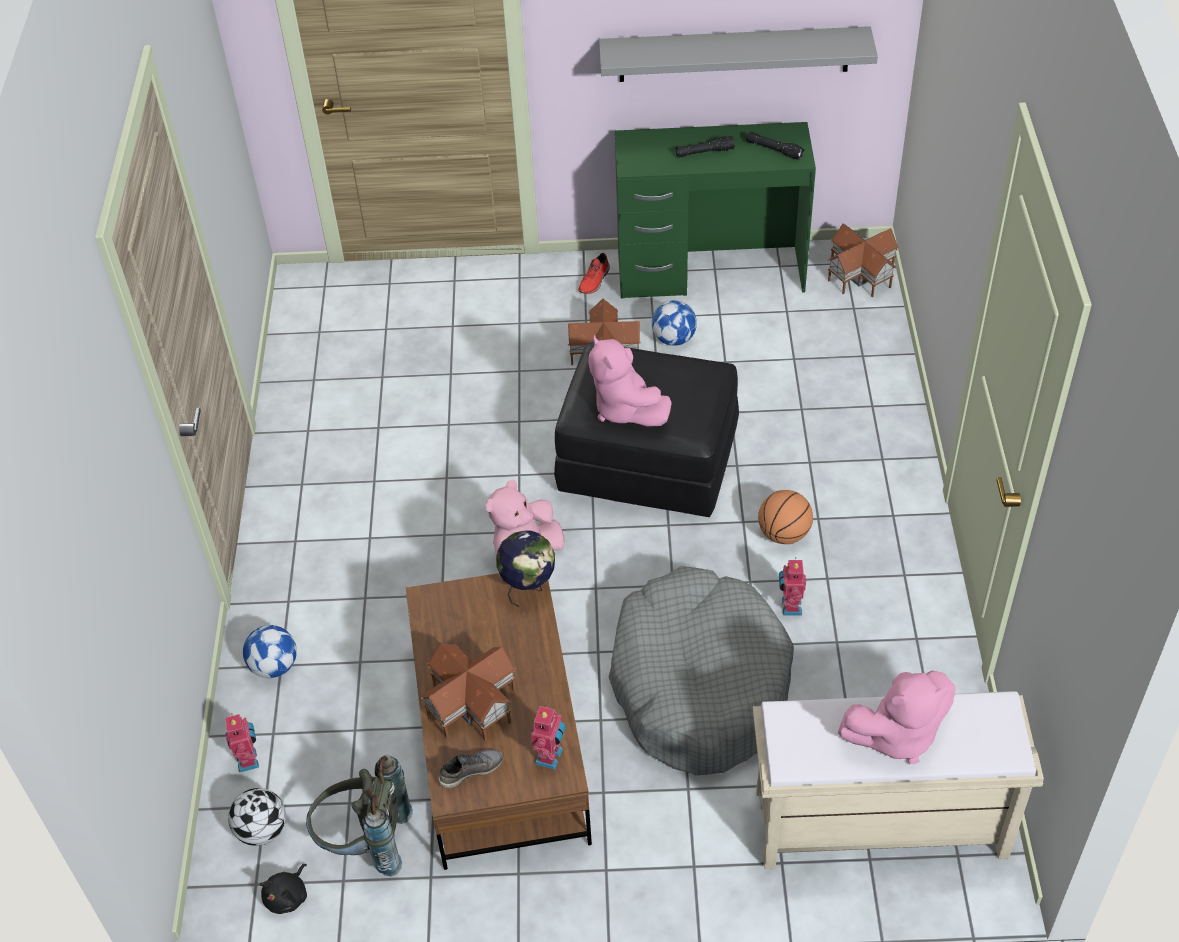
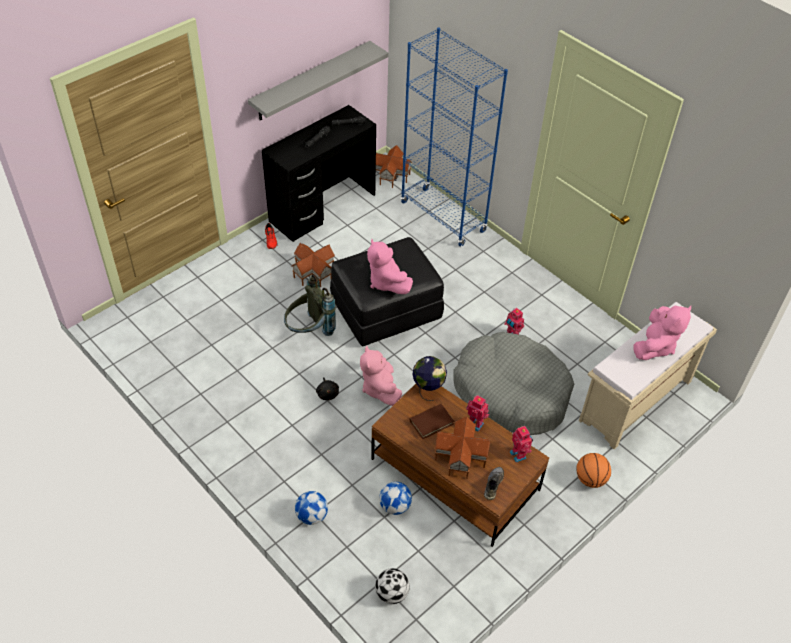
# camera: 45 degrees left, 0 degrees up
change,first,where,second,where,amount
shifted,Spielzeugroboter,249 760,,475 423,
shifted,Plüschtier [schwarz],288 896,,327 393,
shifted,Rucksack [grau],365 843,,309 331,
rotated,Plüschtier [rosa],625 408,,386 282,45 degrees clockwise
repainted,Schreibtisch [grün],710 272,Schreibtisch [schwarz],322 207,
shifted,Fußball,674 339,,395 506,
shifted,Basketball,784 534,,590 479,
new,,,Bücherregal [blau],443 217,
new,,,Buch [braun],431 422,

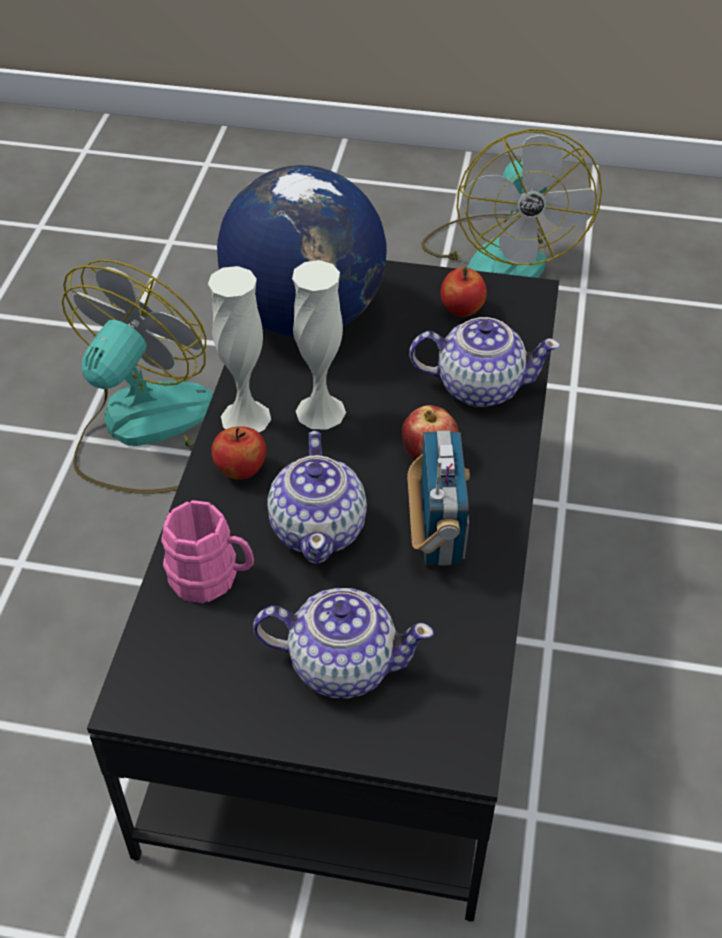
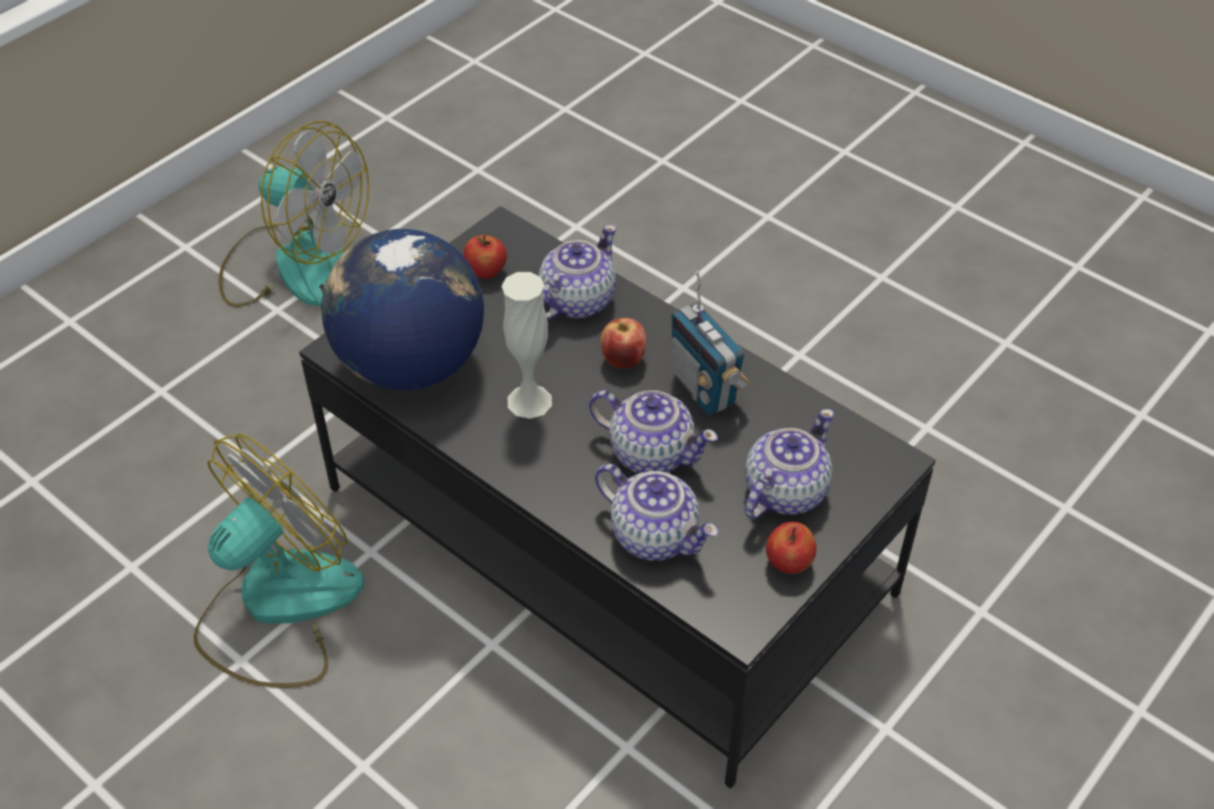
# camera: 60 degrees left, 0 degrees up
change,first,where,second,where,amount
rotated,Ventilator,142 431,,277 606,75 degrees clockwise
swapped,Henkelbecher [rosa],212 579,Teekanne,655 535,
gone,Vase [weiß],246 417,,,
shifted,Apfel,241 470,,788 563,
rotated,Radio,438 535,,704 390,150 degrees counterclockwise

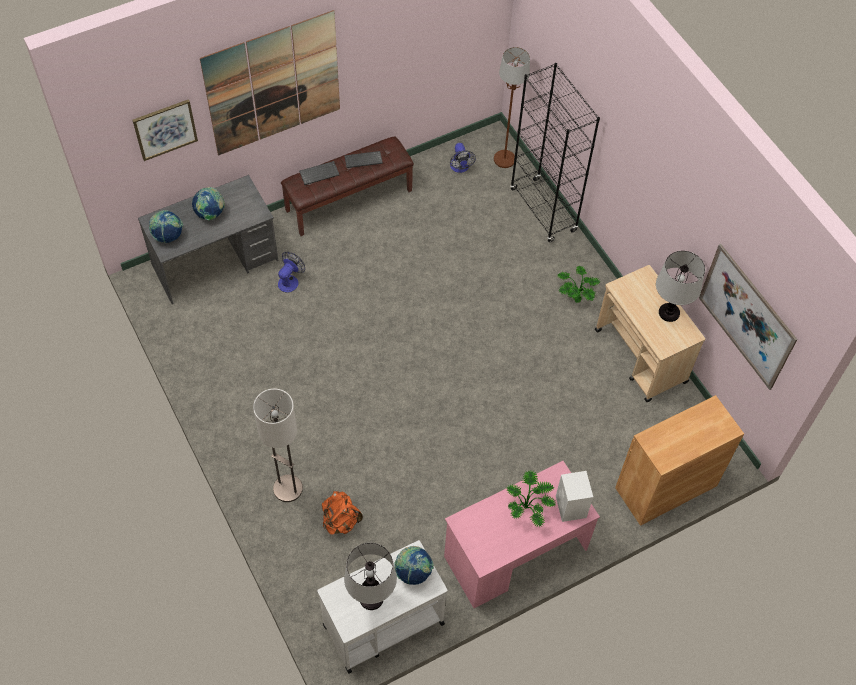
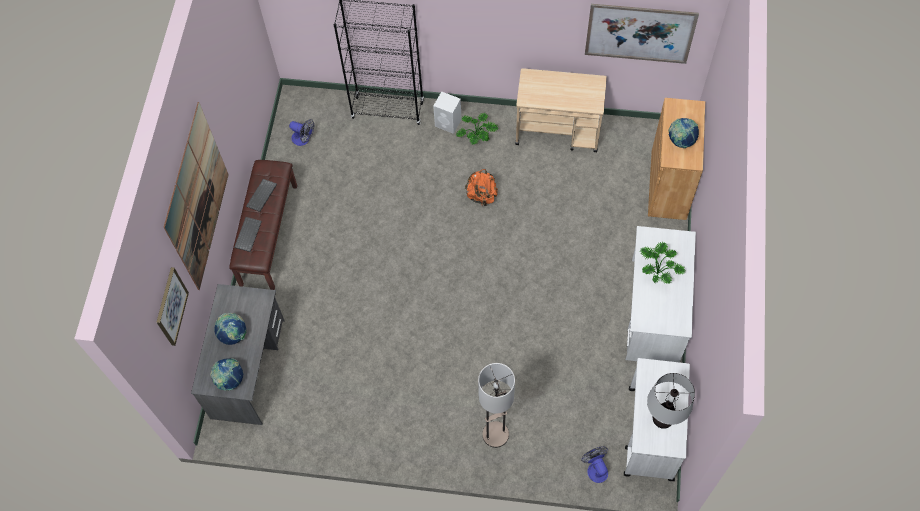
# camera: 50 degrees left, 5 degrees up
change,first,where,second,where,amount
shifted,Ventilator,290 280,,595 468,
shifted,Rucksack [orange],340 520,,482 195,
shifted,Globus,413 572,,681 141,
repainted,Schreibtisch [rosa],515 553,Schreibtisch [weiß],654 311,
gone,Stehlampe [braun],504 159,,,
shifted,Lautsprecher [weiß],571 507,,448 123,
gone,Tischlampe,669 312,,,

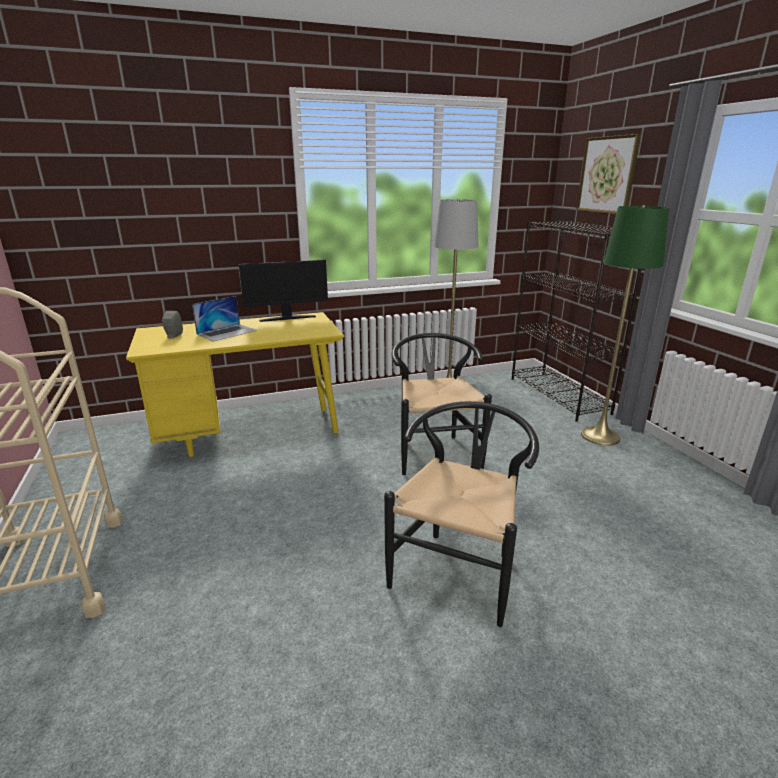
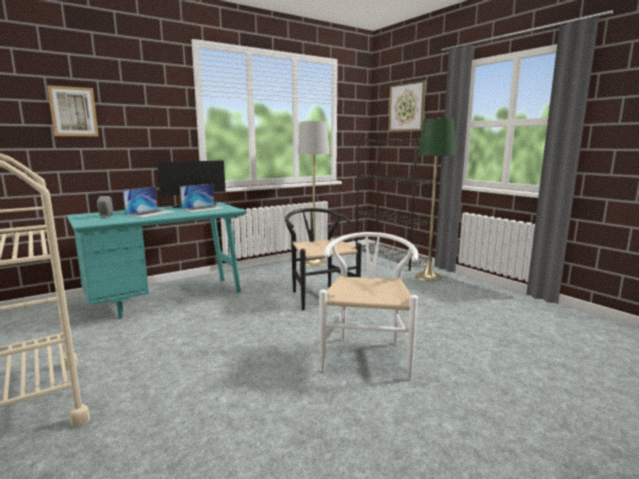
# camera: 15 degrees left, 10 degrees down
change,first,where,second,where,amount
repainted,Schreibtisch [gelb],250 433,Schreibtisch [türkis],167 298,
repainted,Stuhl [schwarz],459 567,Stuhl [weiß],367 353,
new,,,Bild,73 112,
new,,,Laptop,204 208,

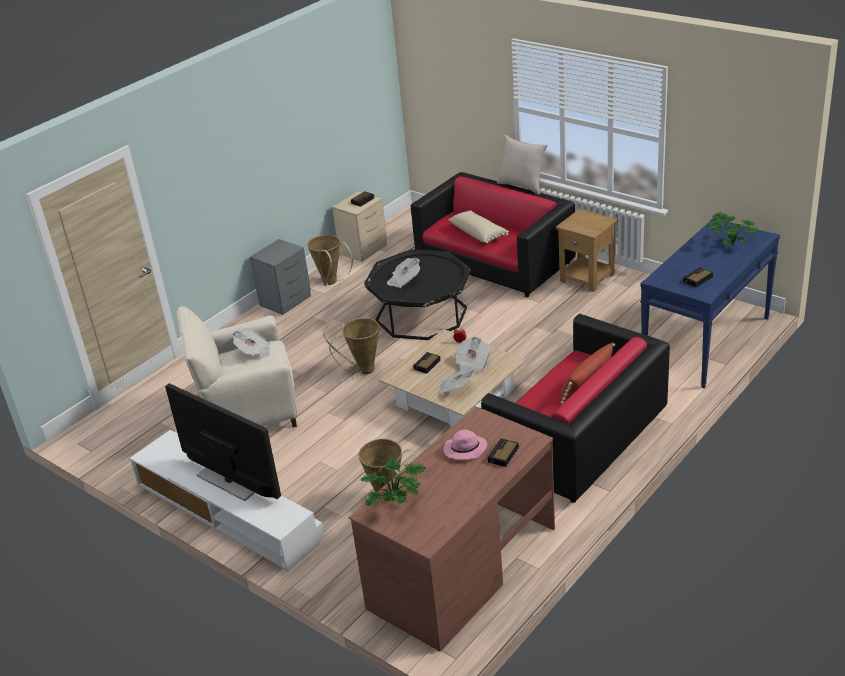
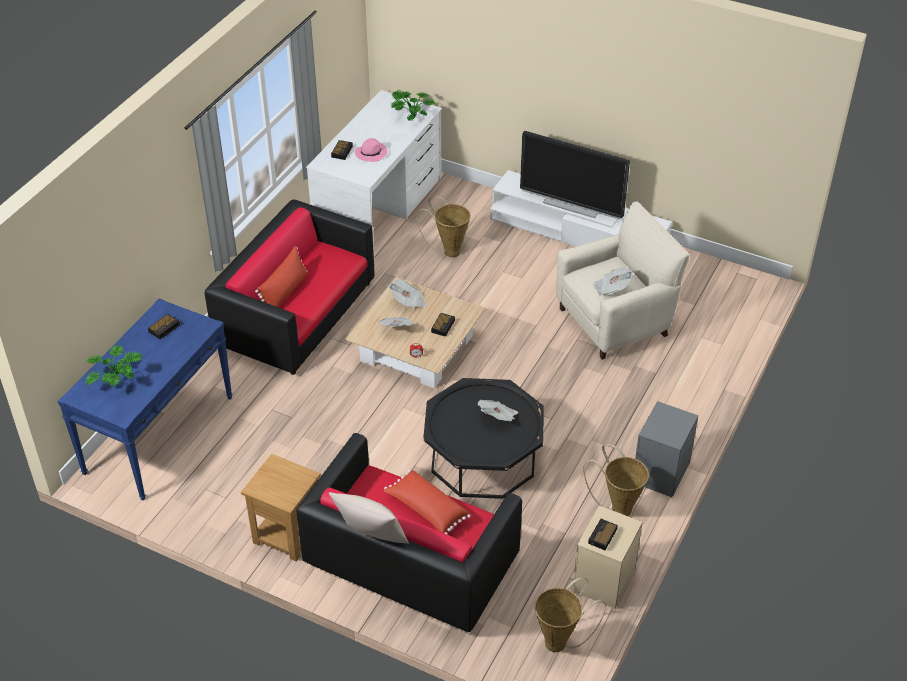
# camera: 165 degrees right, 10 degrees up
change,first,where,second,where,amount
shifted,Korb,362 370,,560 641,
repainted,Schreibtisch [braun],462 567,Schreibtisch [weiß],379 208,
repainted,Kissen [beige],479 233,Kissen [rot],426 509,

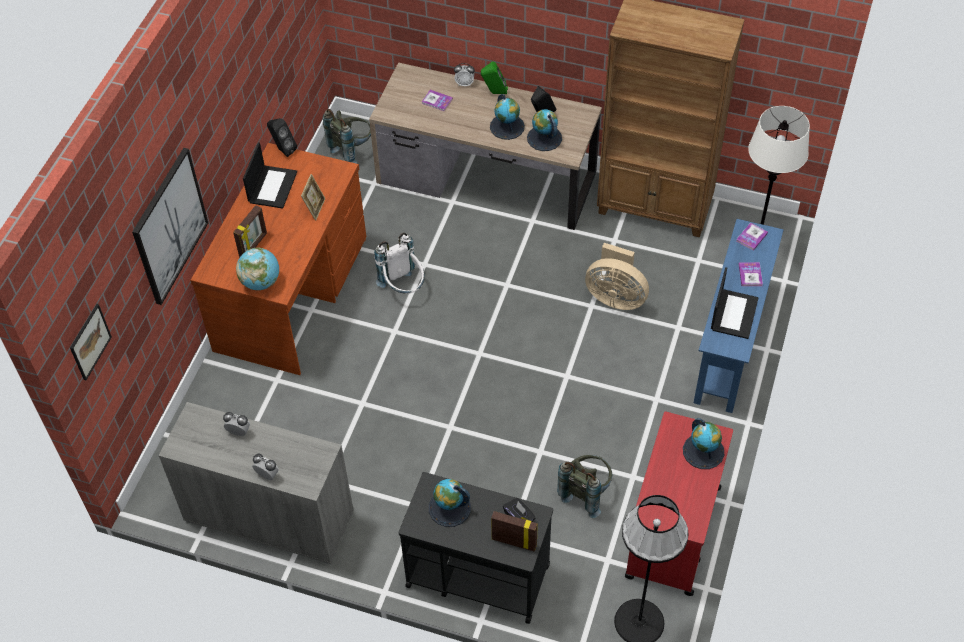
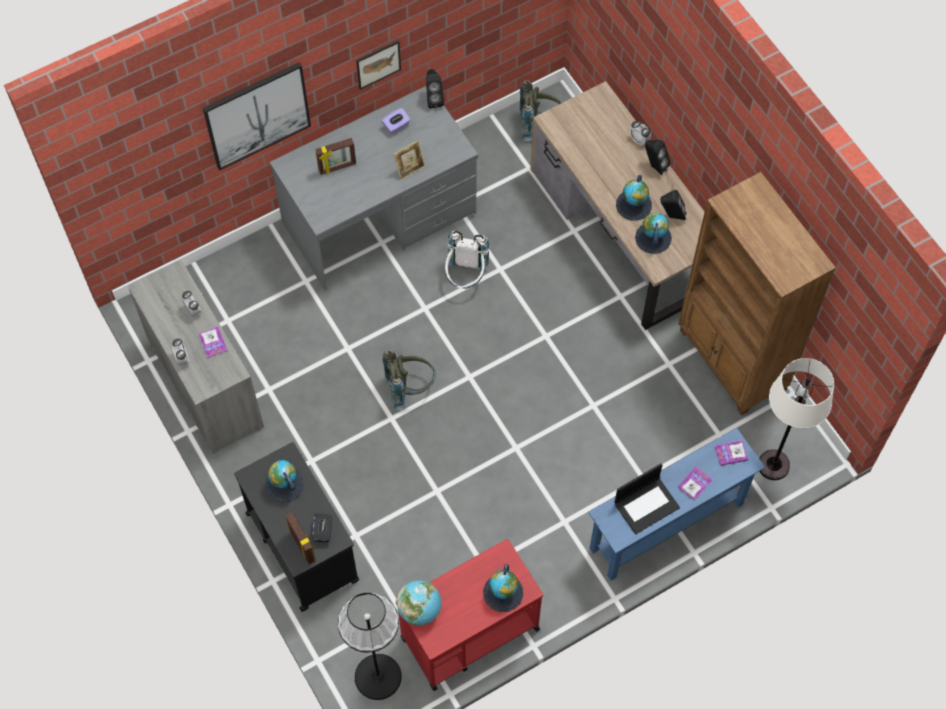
# camera: 40 degrees right, 10 degrees up
change,first,where,second,where,amount
shifted,Bild,90 342,,378 64,
repainted,Schreibtisch [braun],292 294,Schreibtisch [grau],380 218,
shifted,Globus,261 282,,420 609,
swapped,Laptop,272 186,Taschentuchbox [lila],396 126,
shifted,Buch,437 101,,213 342,
repainted,Lautsprecher [grün],494 93,Lautsprecher [schwarz],654 166,
shifted,Rucksack [grau],586 492,,410 387,
gone,Ventilator [beige],615 297,,,

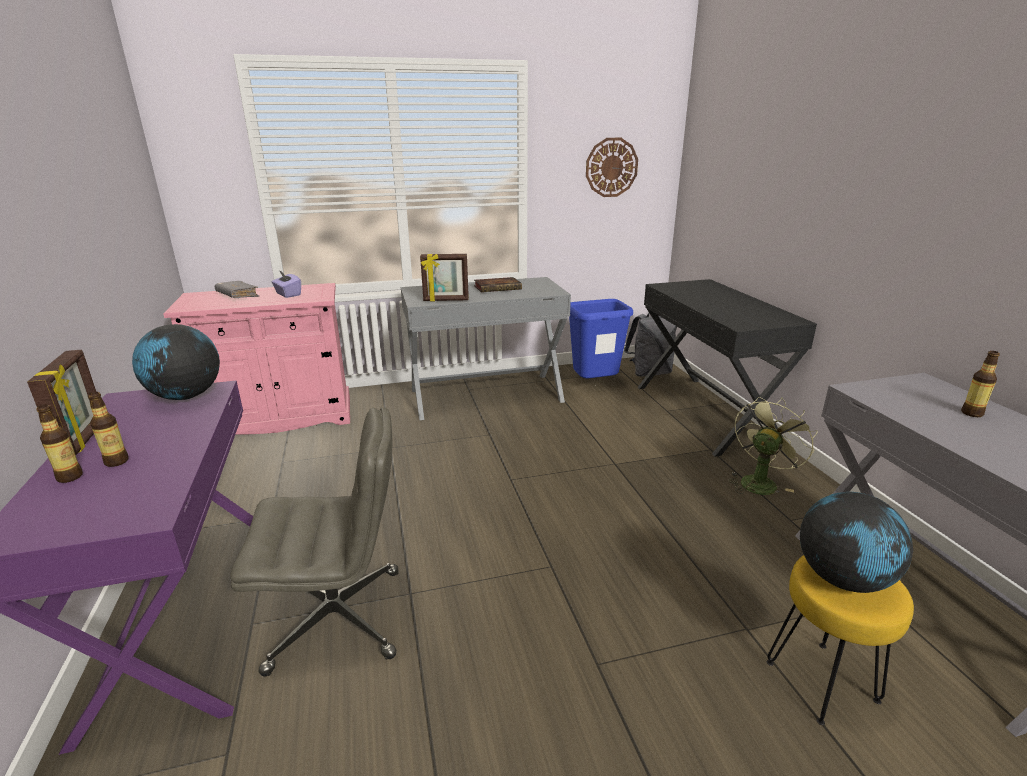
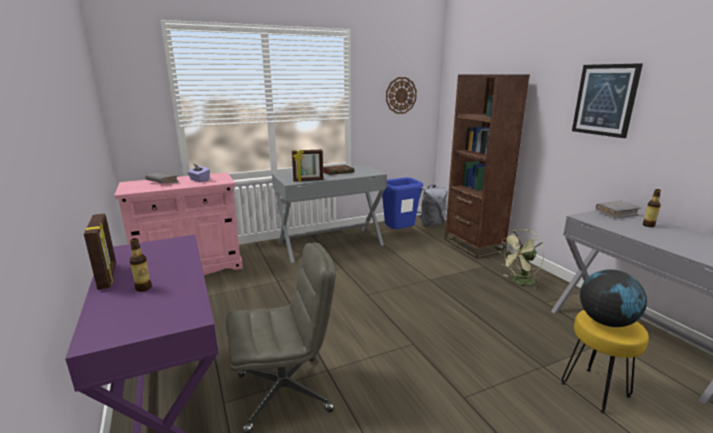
# camera: 10 degrees left, 5 degrees down
change,first,where,second,where,amount
gone,Flasche,70 477,,,
gone,Globus,186 396,,,
swapped,Schreibtisch [schwarz],706 413,Bücherregal [braun],473 246,
rotated,Ventilator [grün],760 481,,520 282,150 degrees counterclockwise
new,,,Bild,605 100,
new,,,Buch [grau],616 213,

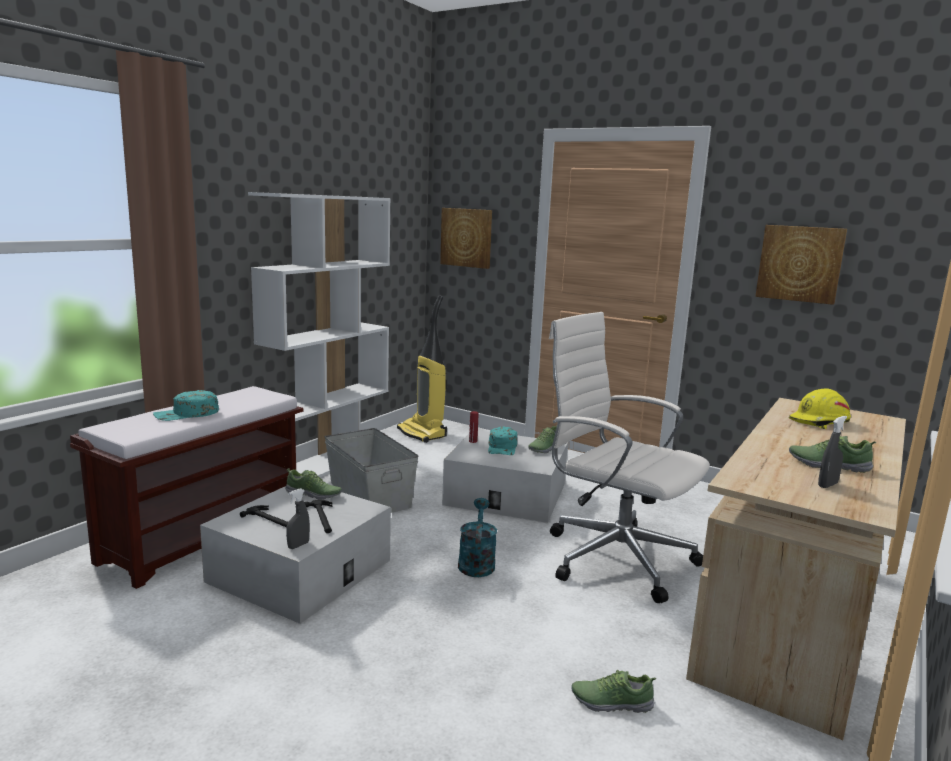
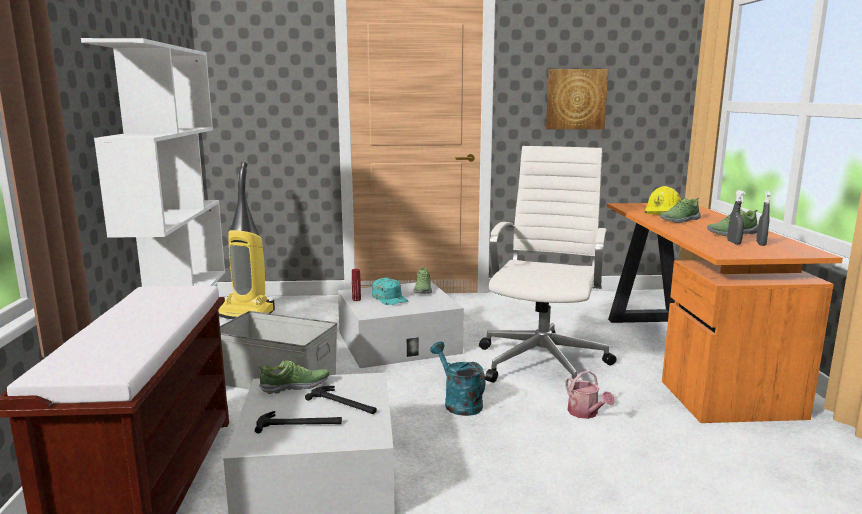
# camera: 35 degrees left, 0 degrees up
change,first,where,second,where,amount
gone,Kappe [türkis],186 414,,,
shifted,Sprühflasche [grau],298 545,,734 243,
gone,Bild,466 237,,,
rotated,Bürostuhl [weiß],614 557,,543 361,105 degrees clockwise
shifted,Schuh,611 702,,679 220,
repainted,Schreibtisch [beige],794 614,Schreibtisch [orange],687 358,
new,,,Gießkanne,585 413,

